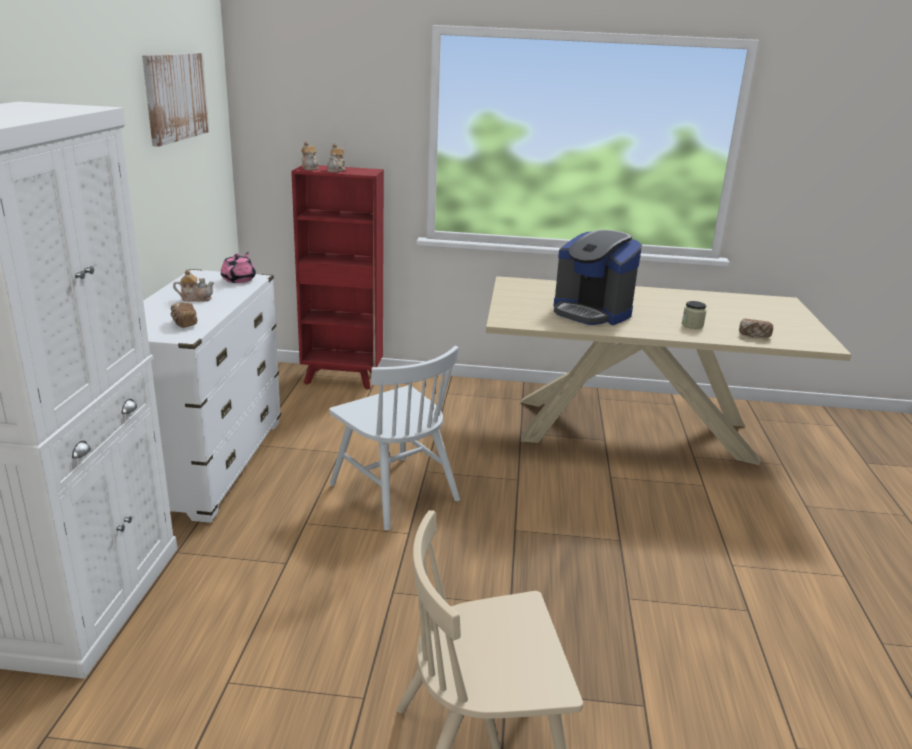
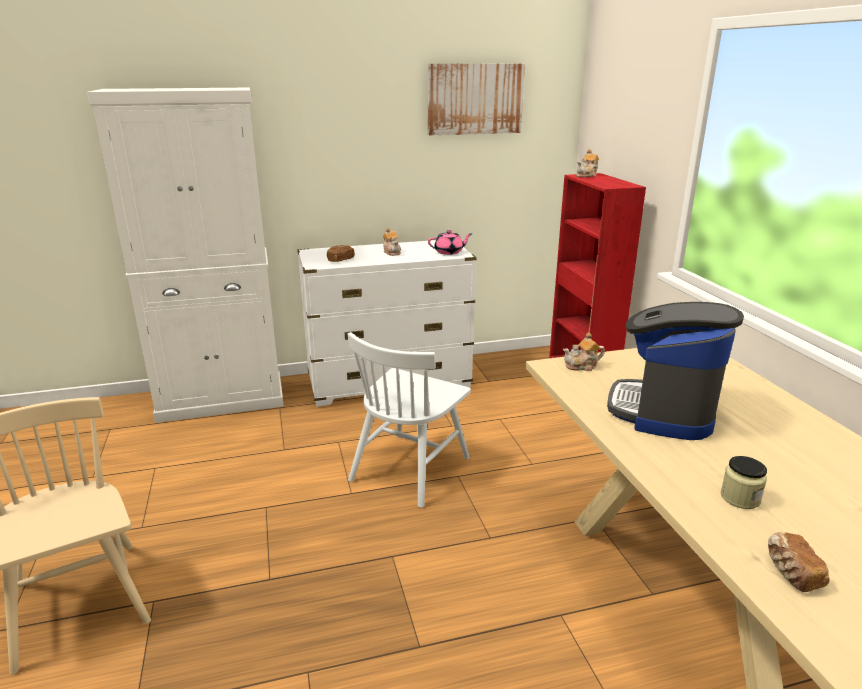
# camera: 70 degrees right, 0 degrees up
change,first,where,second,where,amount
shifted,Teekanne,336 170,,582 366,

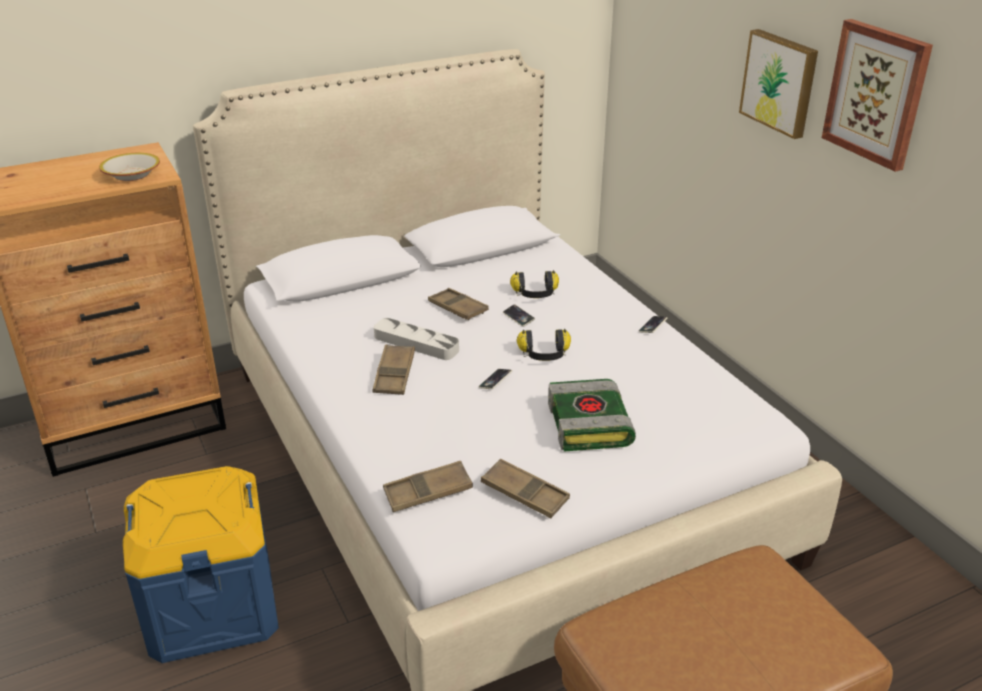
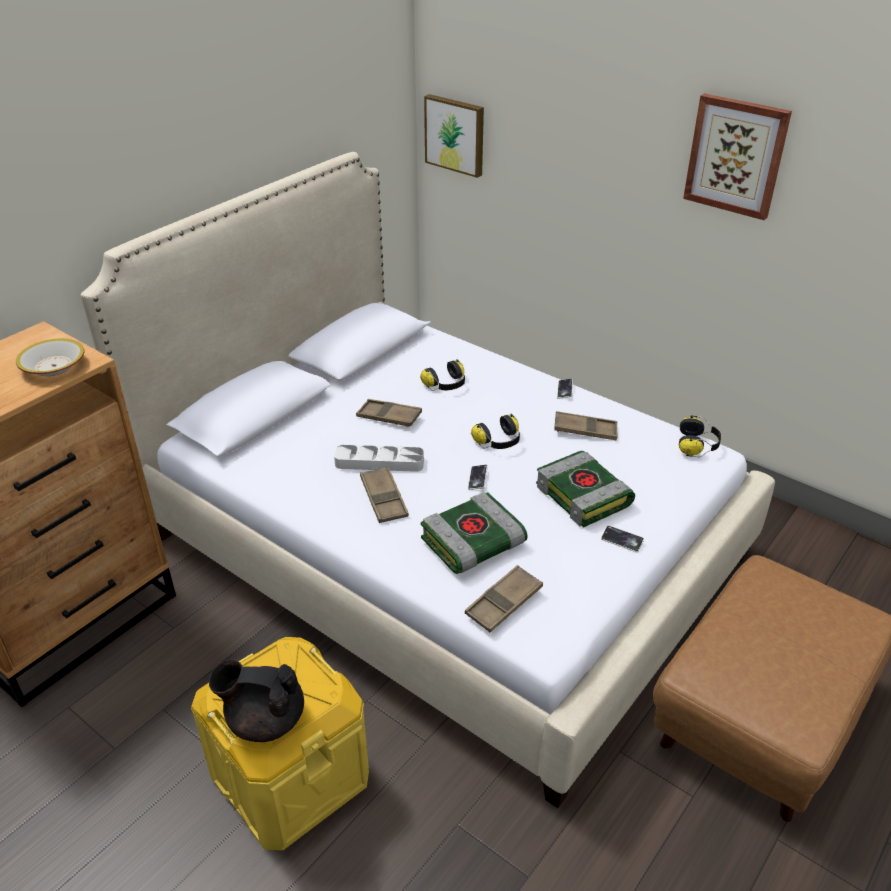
# camera: 25 degrees left, 5 degrees up
change,first,where,second,where,amount
repainted,Aufbewahrungsbox [blau],212 606,Aufbewahrungsbox [gelb],290 776,
shifted,Tablett [braun],524 493,,585 430,
shifted,Handy,518 317,,622 540,
shifted,Bild,780 82,,455 134,
new,,,Teekanne [schwarz],265 720,
new,,,Buch,472 543,
new,,,Kopfhörer,698 445,

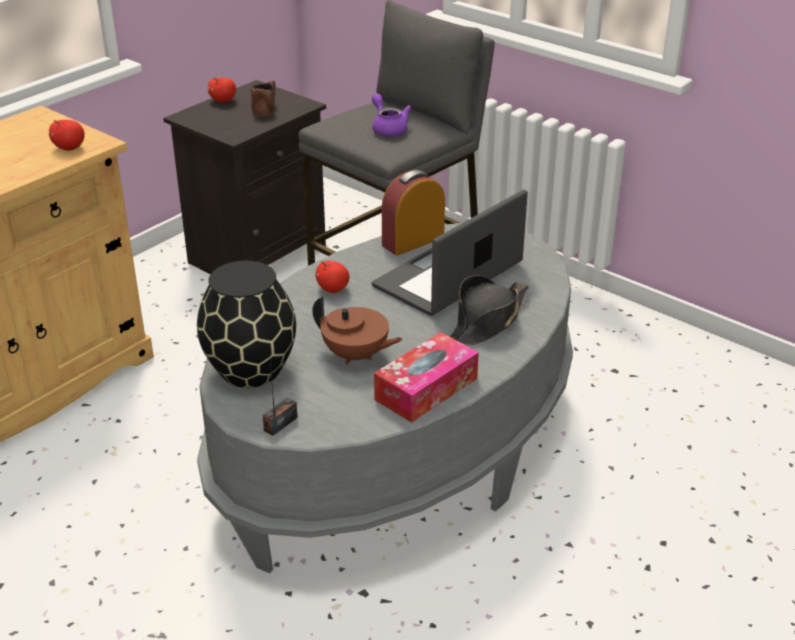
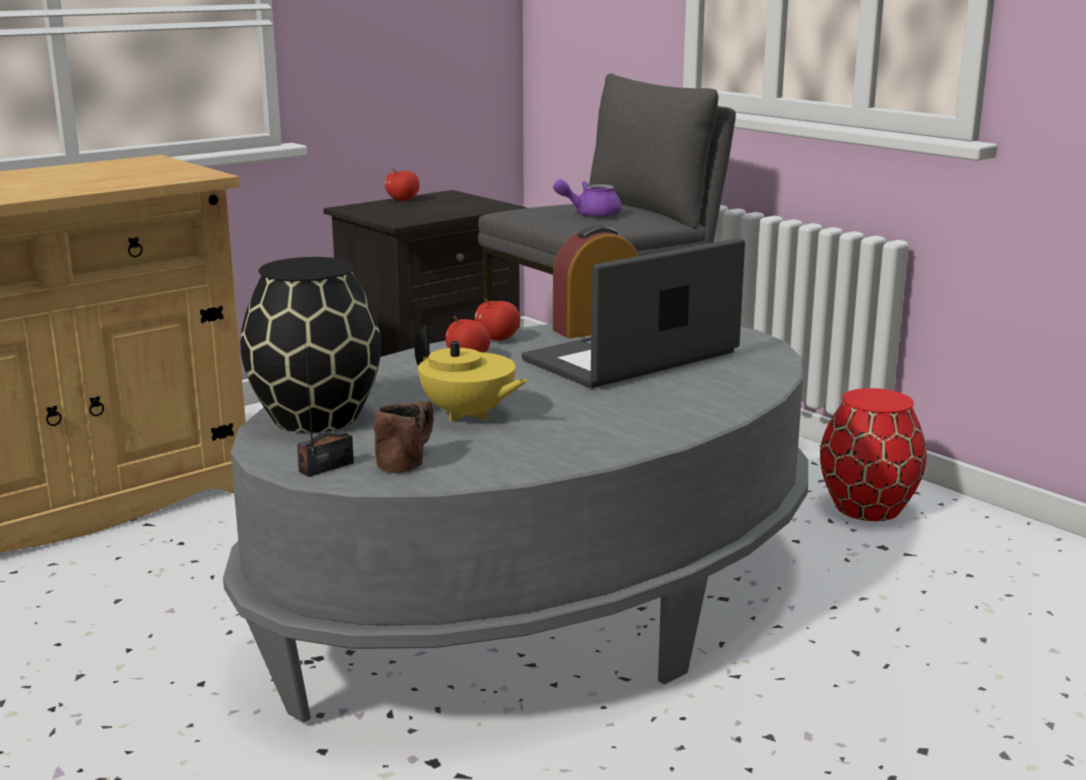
# camera: 10 degrees right, 15 degrees down
change,first,where,second,where,amount
shifted,Apfel,69 148,,498 339,
shifted,Henkelbecher [braun],266 109,,409 459,
repainted,Teekanne [braun],356 355,Teekanne [gelb],468 415,
rotated,Teekanne [lila],388 129,,590 214,90 degrees counterclockwise
gone,Taschentuchbox,426 389,,,
gone,Hut [schwarz],486 323,,,
new,,,Vase [rot],869 508,

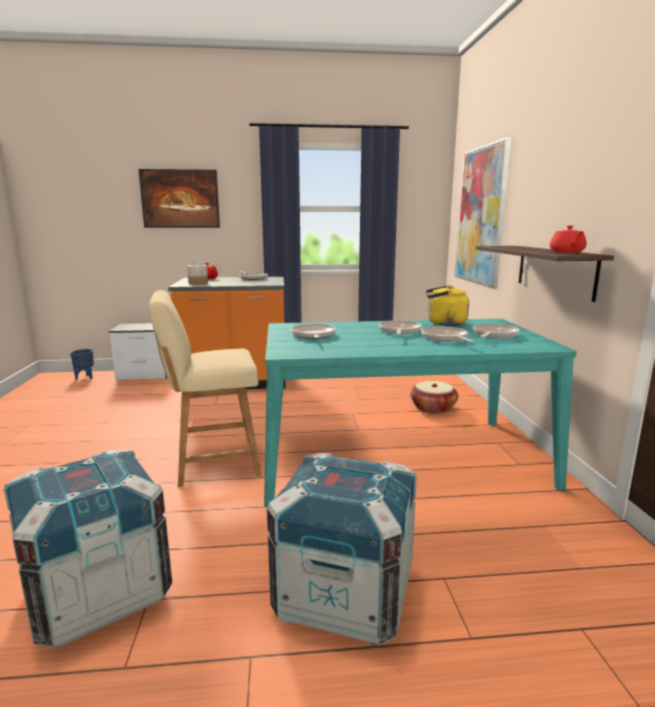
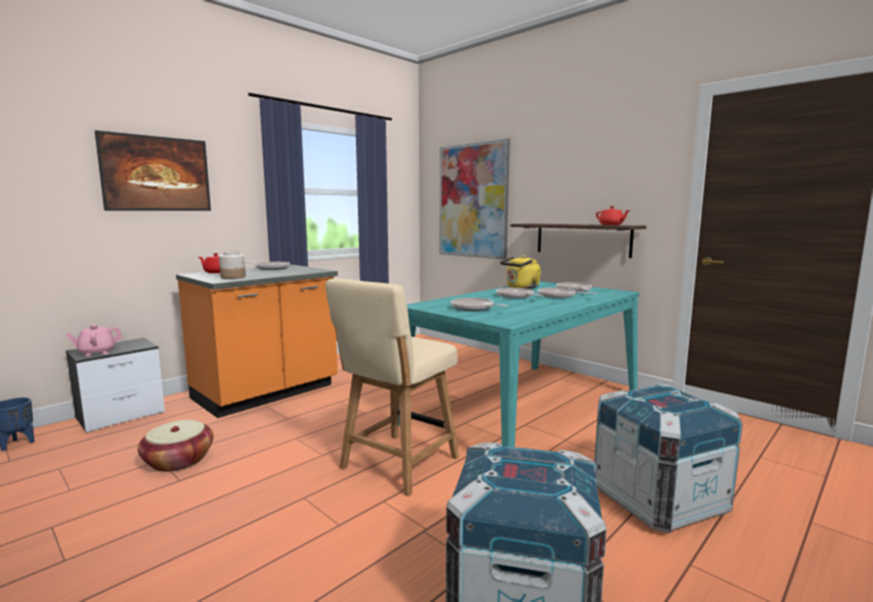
# camera: 40 degrees left, 5 degrees down
change,first,where,second,where,amount
shifted,Korb,433 408,,178 461,
new,,,Teekanne [rosa],97 352,

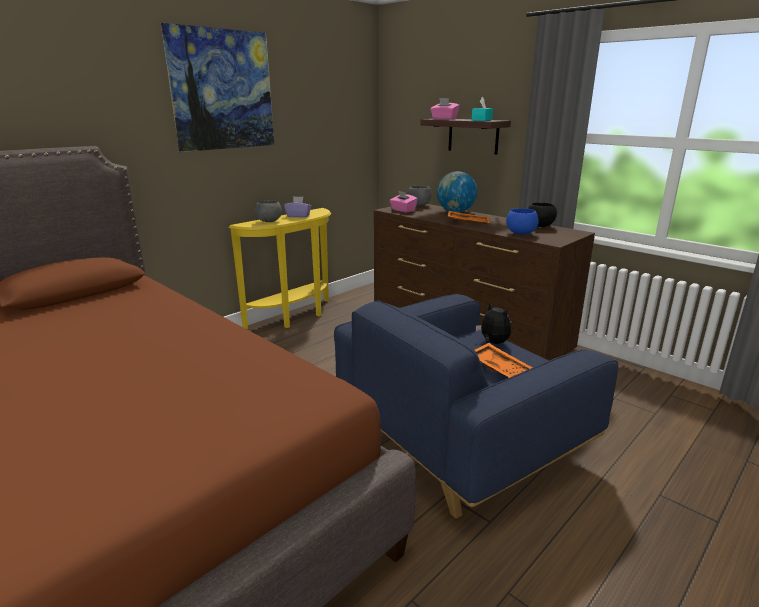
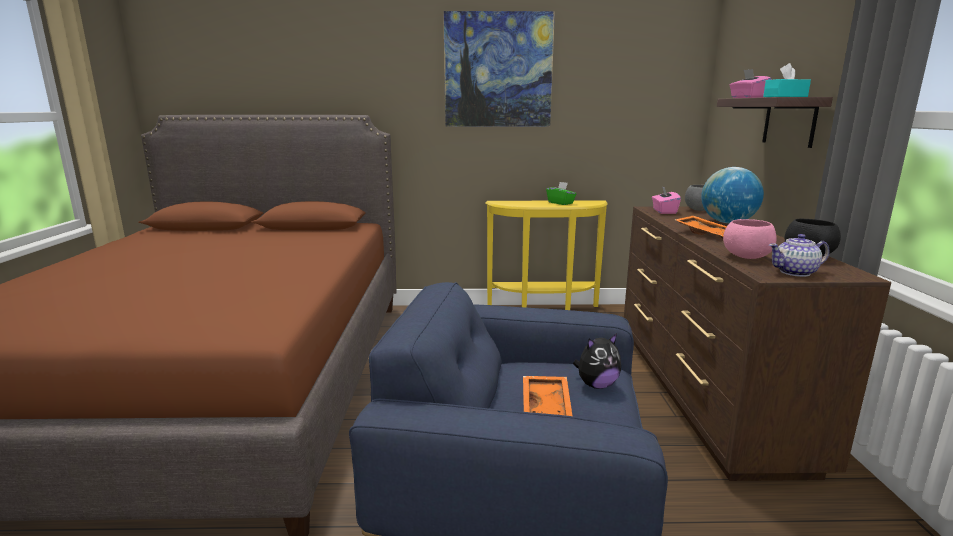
# camera: 45 degrees right, 5 degrees down
change,first,where,second,where,amount
gone,Schüssel [grau],269 221,,,
repainted,Taschentuchbox [lila],298 216,Taschentuchbox [grün],560 203,
rotated,Plüschtier,493 343,,596 385,60 degrees clockwise
repainted,Schüssel [blau],520 233,Schüssel [rosa],746 257,
new,,,Teekanne,795 272,

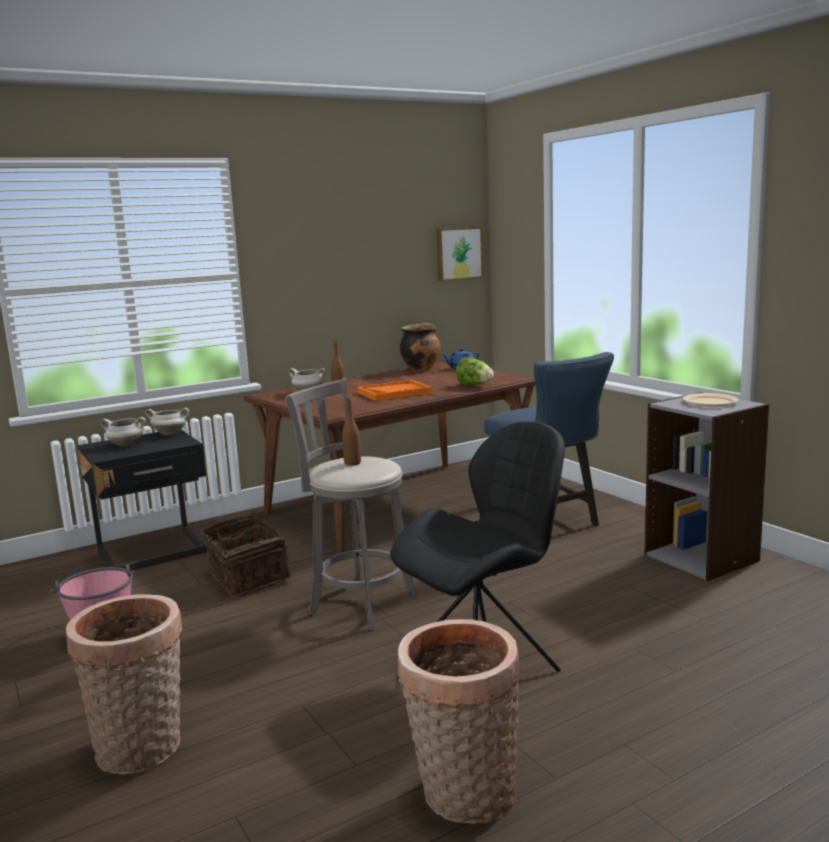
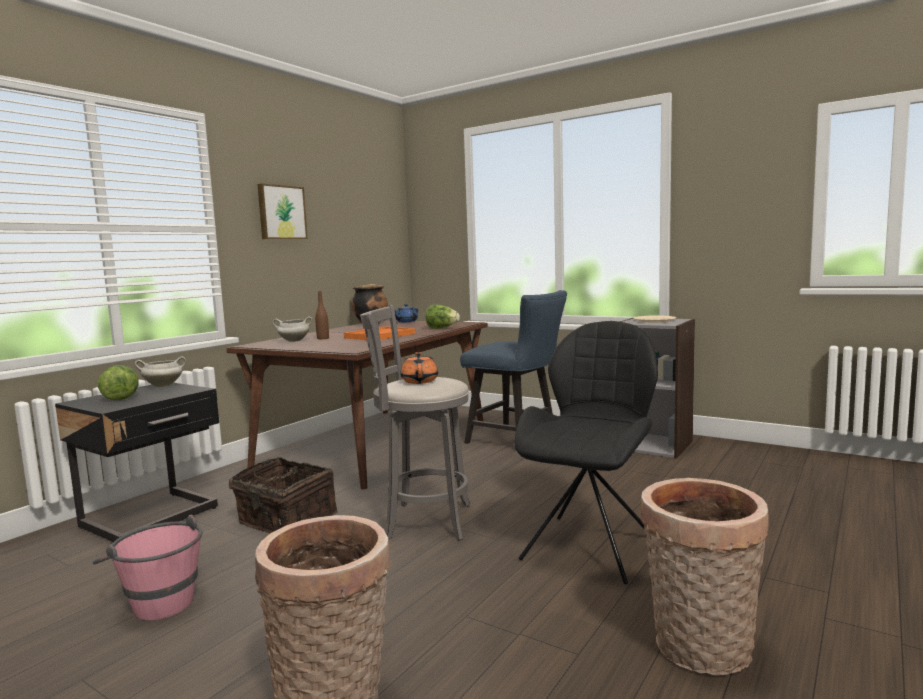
# camera: 25 degrees left, 5 degrees down
change,first,where,second,where,amount
swapped,Kochtopf [weiß],125 445,Salatkopf,121 397,
swapped,Flasche [braun],352 463,Teekanne [orange],419 381,
shifted,Bild,458 253,,281 212,

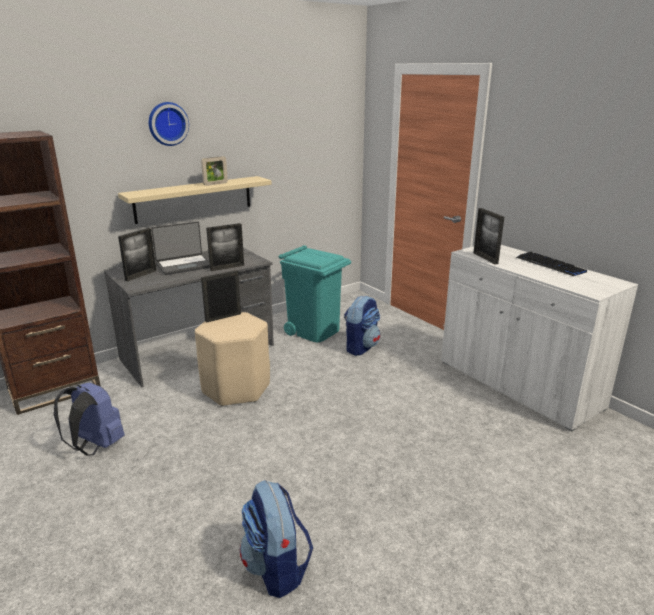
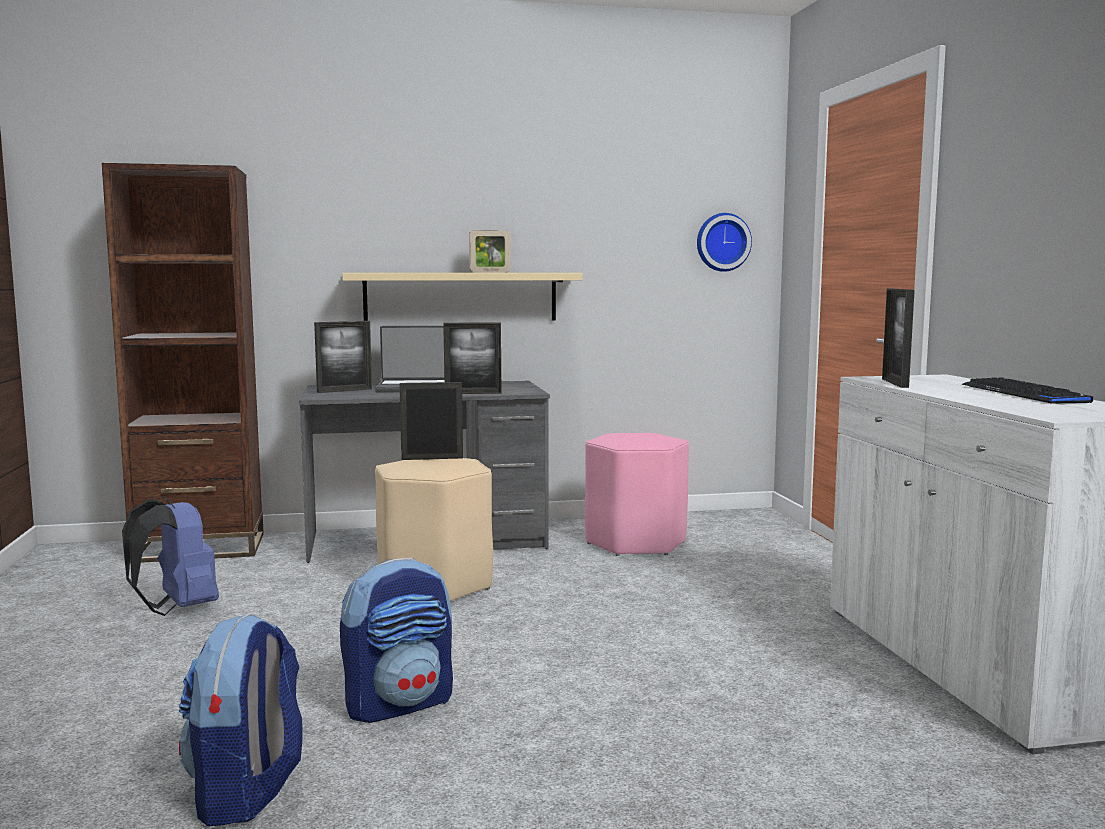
# camera: 25 degrees right, 15 degrees down
change,first,where,second,where,amount
shifted,Wanduhr,167 123,,722 242,
swapped,Mülleimer [türkis],314 331,Hocker [rosa],636 542,
shifted,Rucksack,361 347,,400 704,

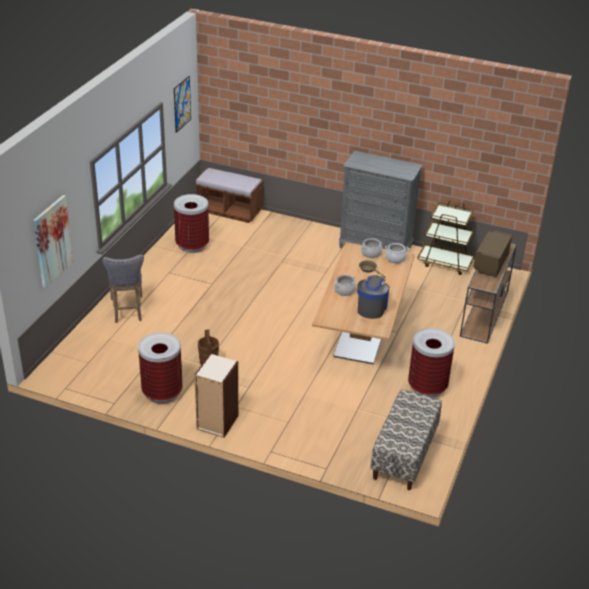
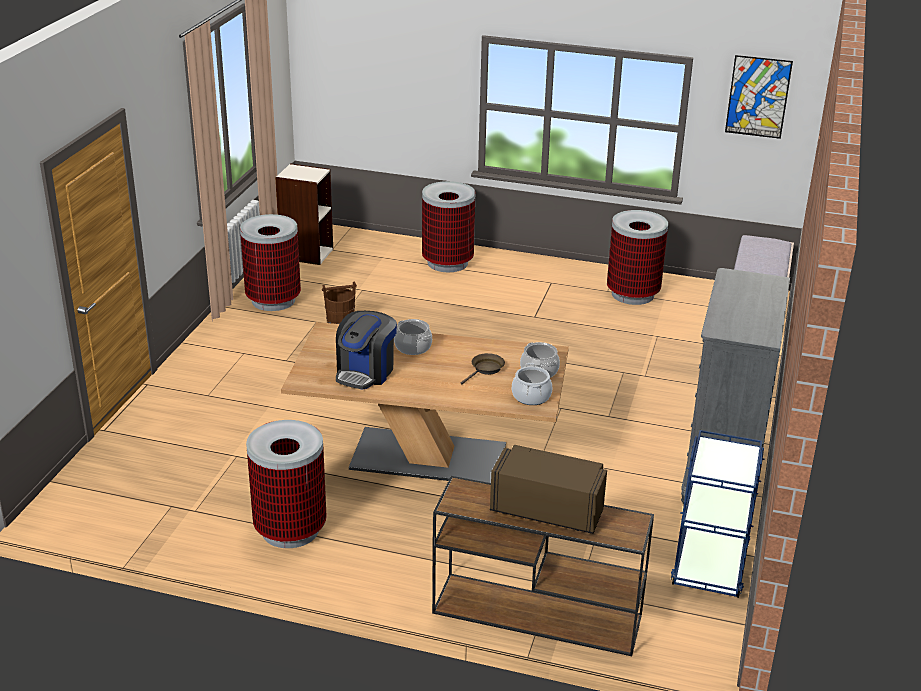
# camera: 85 degrees right, 5 degrees down
change,first,where,second,where,amount
gone,Bild,52 241,,,
swapped,Hocker [grau],127 311,Mülleimer,447 262,
shifted,Bücherregal,217 423,,306 254,
rotated,Kaffeemaschine,371 308,,365 372,105 degrees clockwise
gone,Bank,404 455,,,
repainted,Rollwagen [braun],445 263,Rollwagen [blau],710 564,

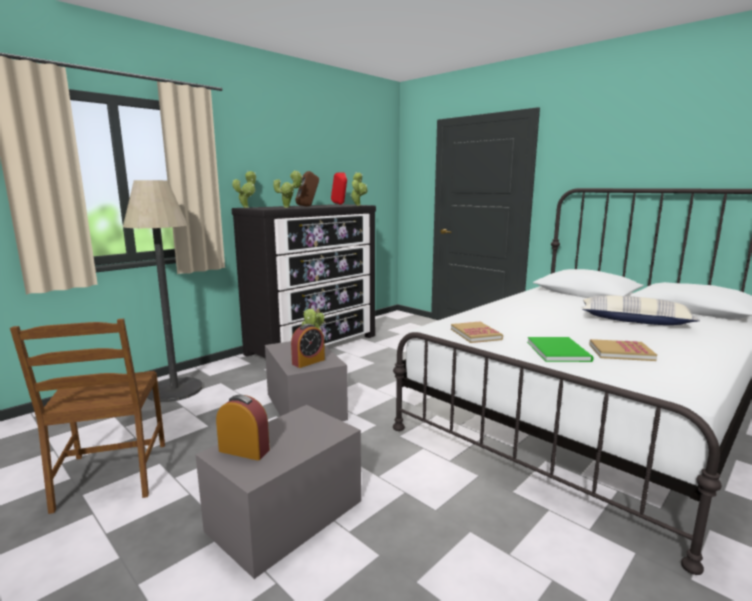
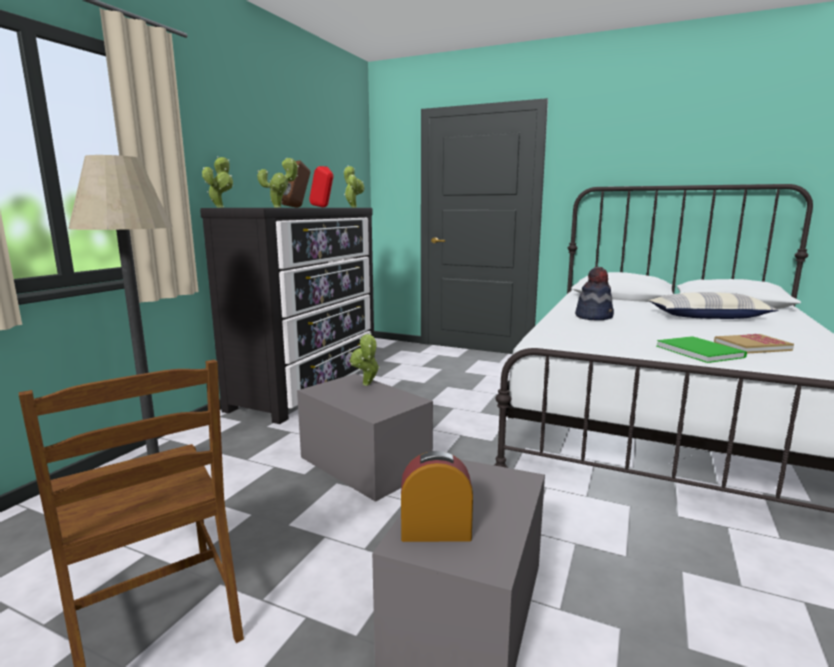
# camera: 20 degrees left, 0 degrees up
change,first,where,second,where,amount
gone,Wecker,308 362,,,
gone,Buch,475 334,,,
new,,,Hut,594 317,

